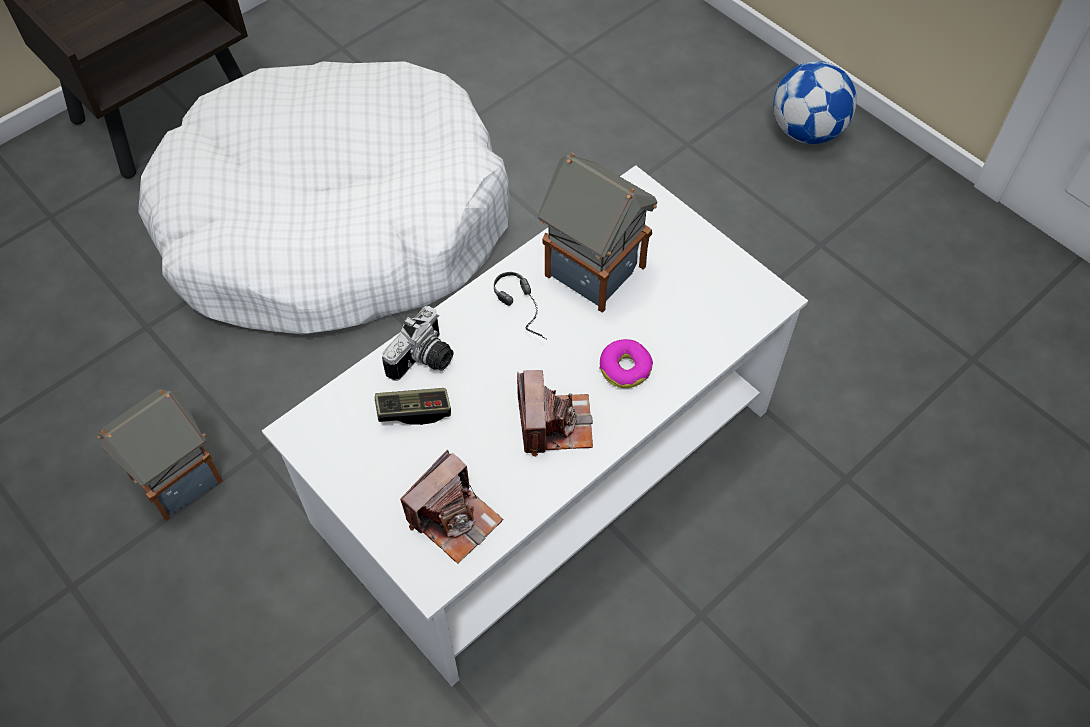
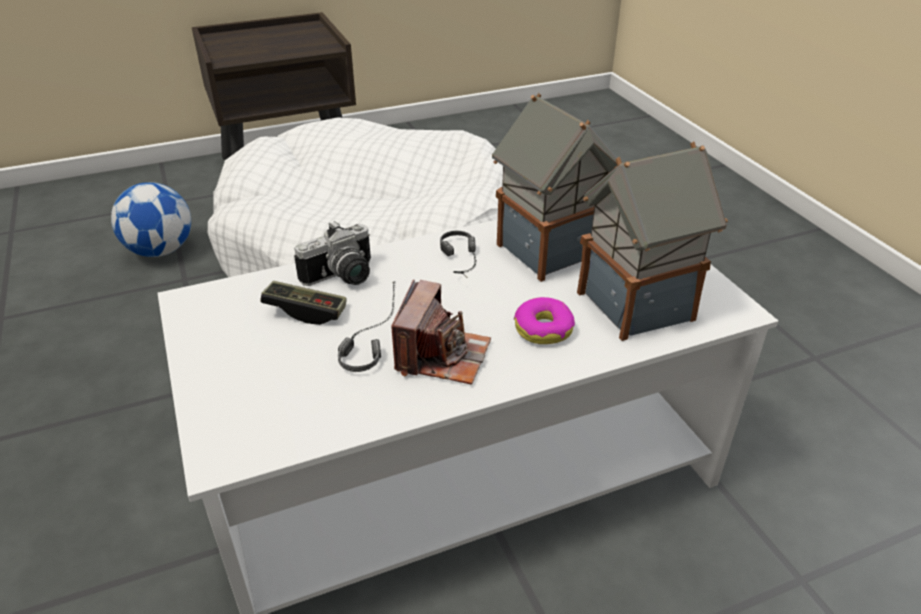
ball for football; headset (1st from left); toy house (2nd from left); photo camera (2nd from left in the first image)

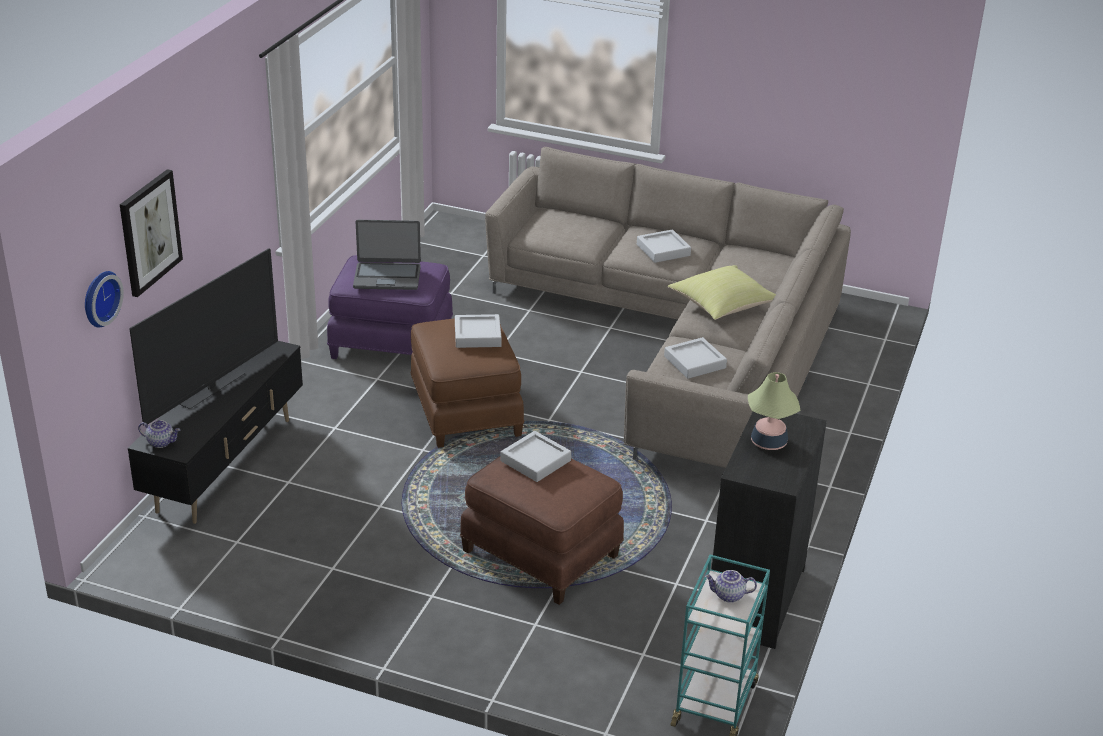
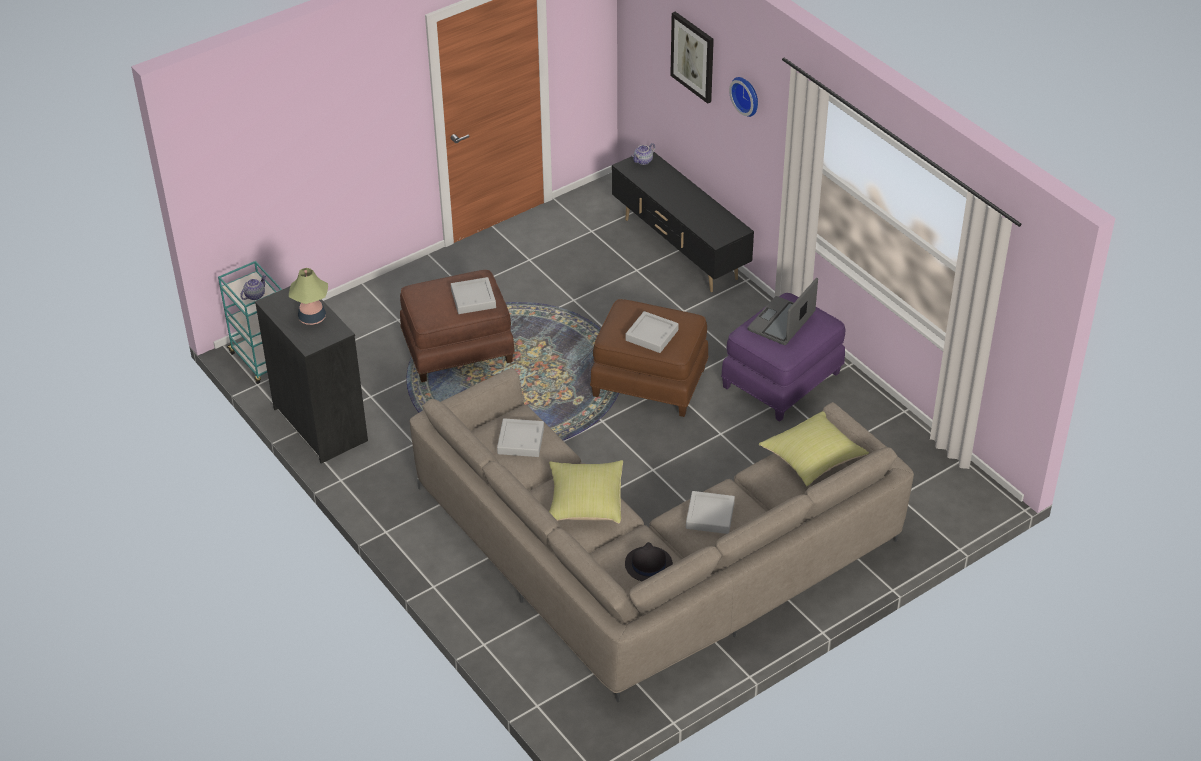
clothing hat (black); wall clock; cushion (yellow-coloured) (2nd from left); TV

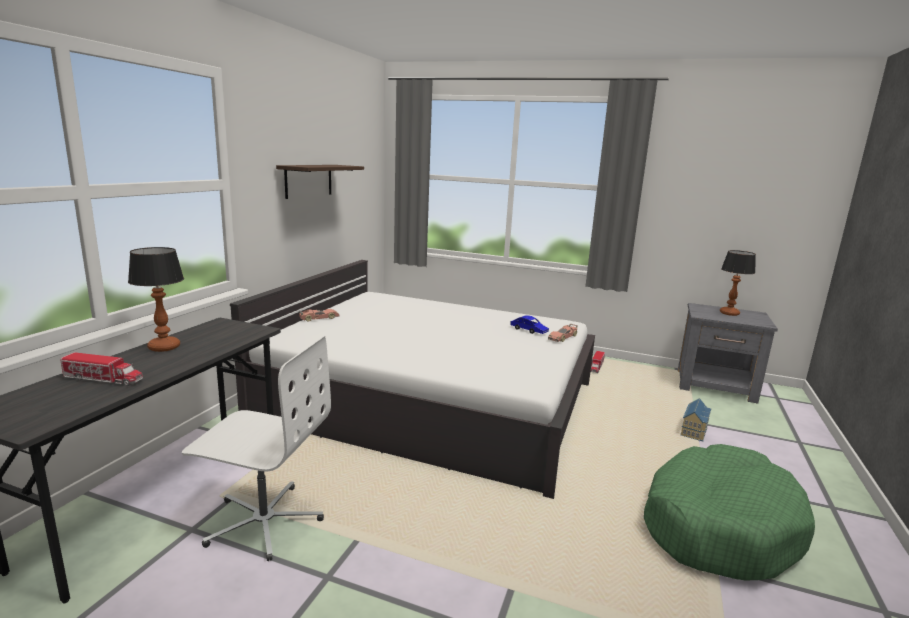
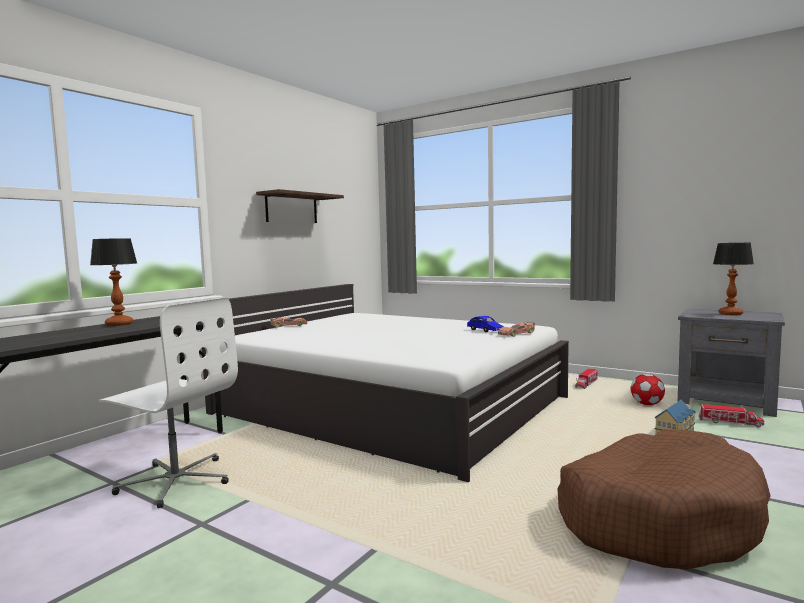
pet bed (brownish); ball for football; toy truck (2nd from left)

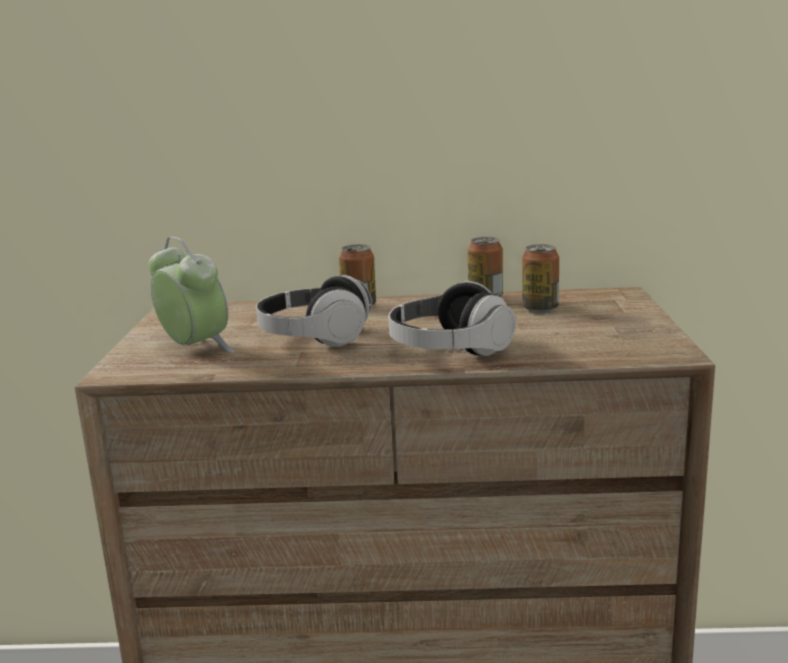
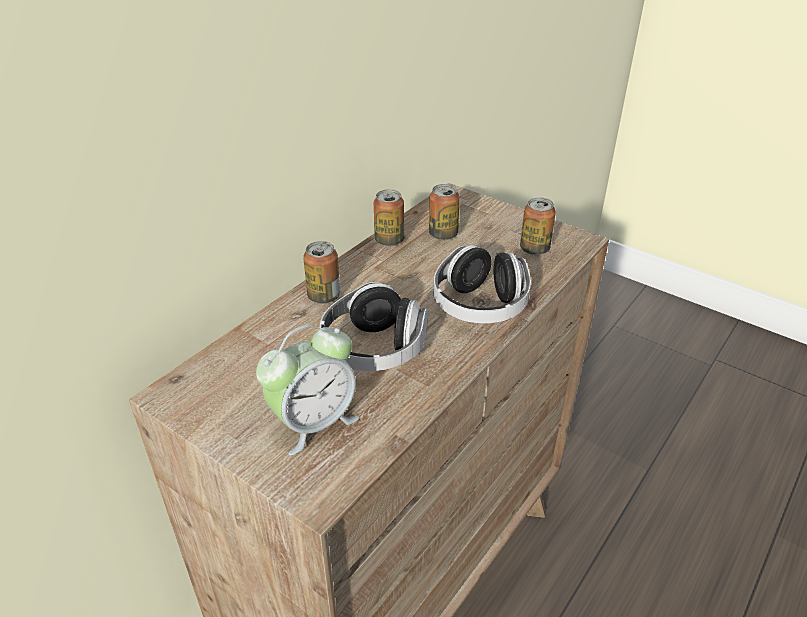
bedside clock; metal can (4th from left)

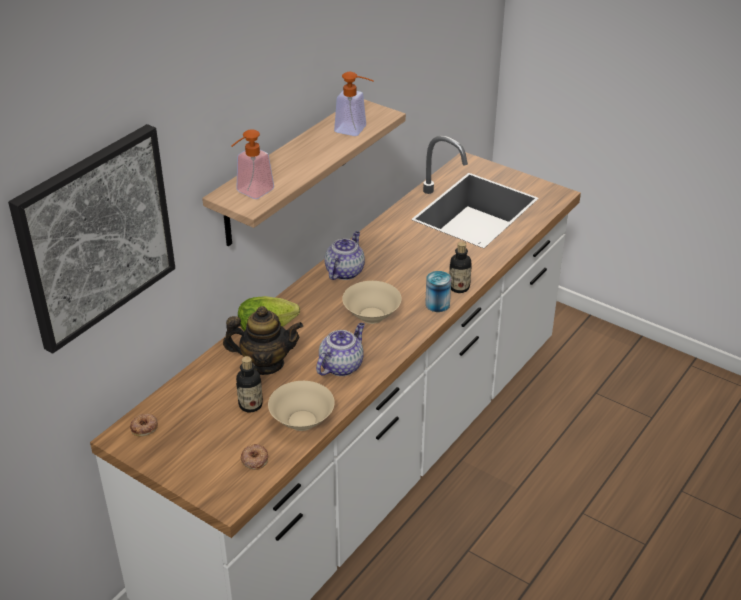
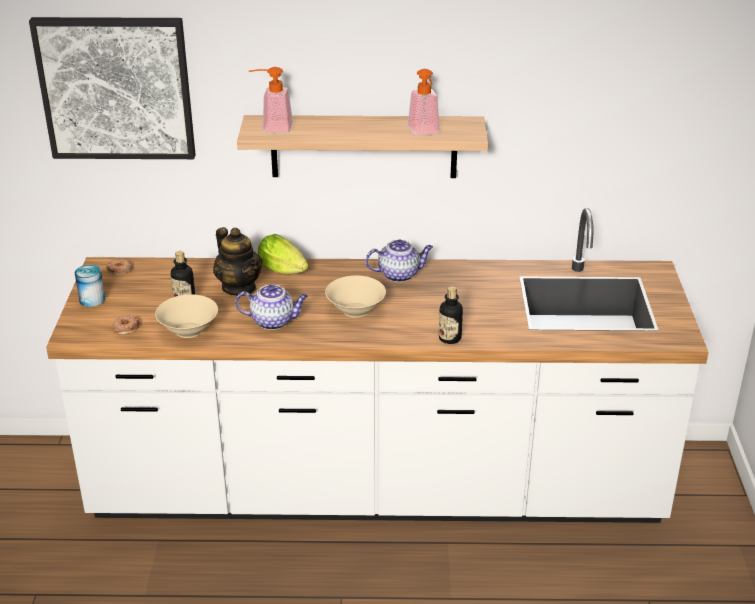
metal can

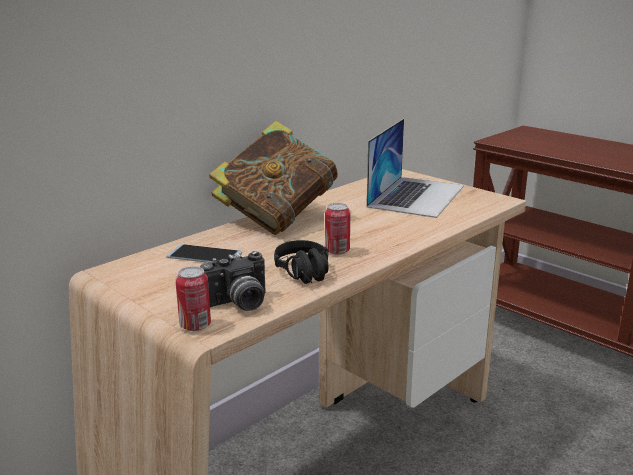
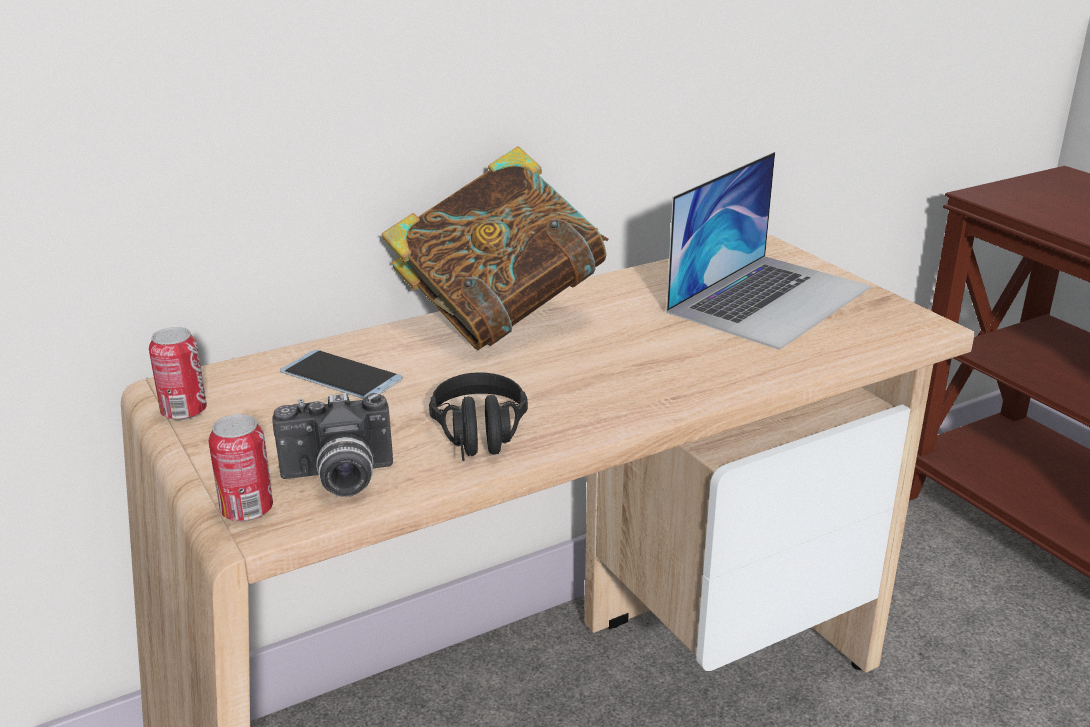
metal can (1st from left)

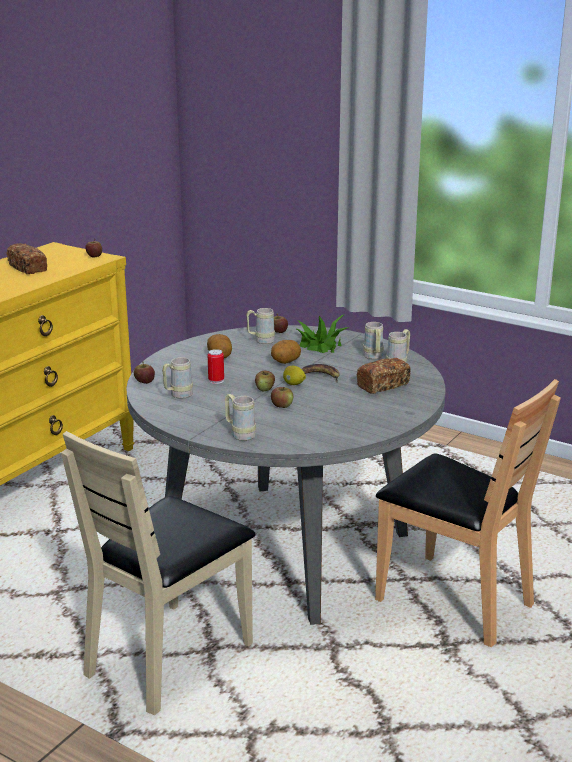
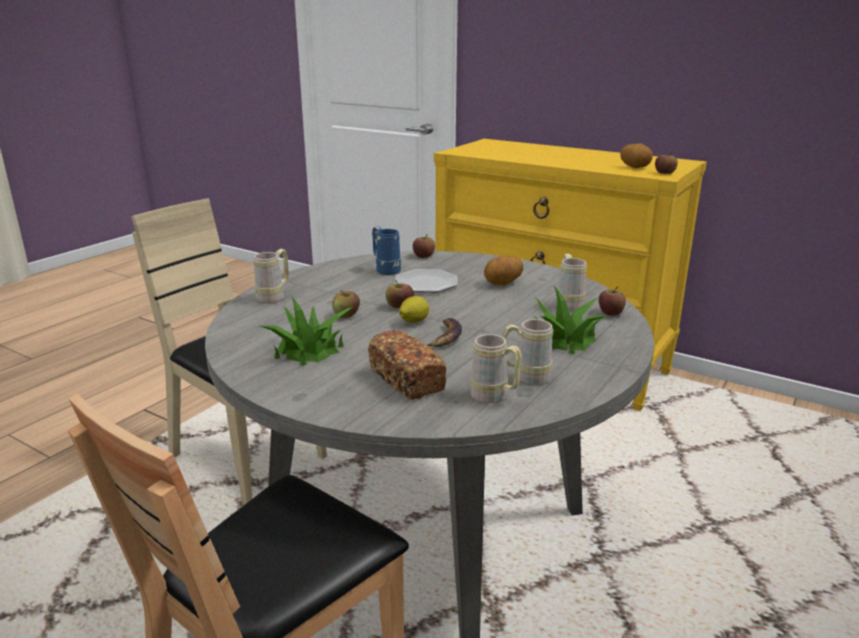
plant in a pot (1st from left); mug (bluish); dinner plate; potato (2nd from left); bakery bread (1st from left in the first image)

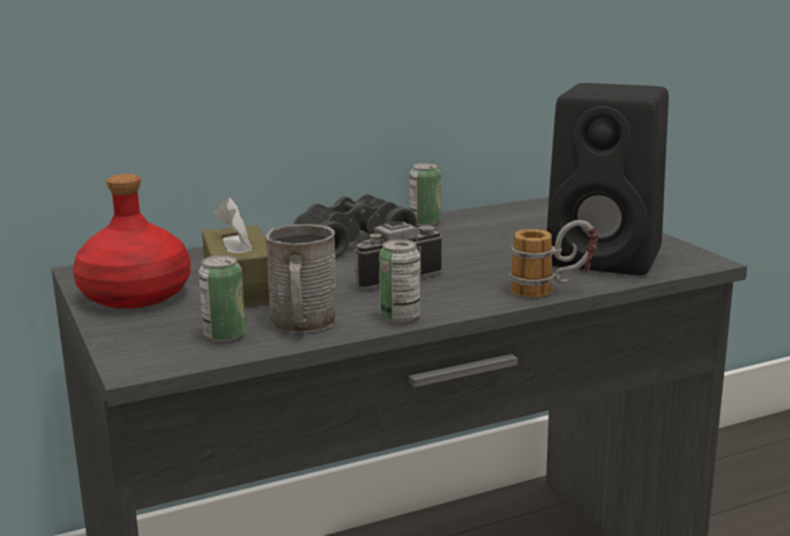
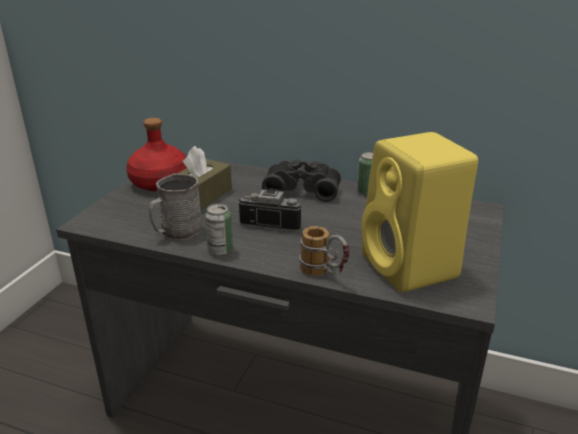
audio speaker (yellow-coloured); metal can (1st from left in the first image)

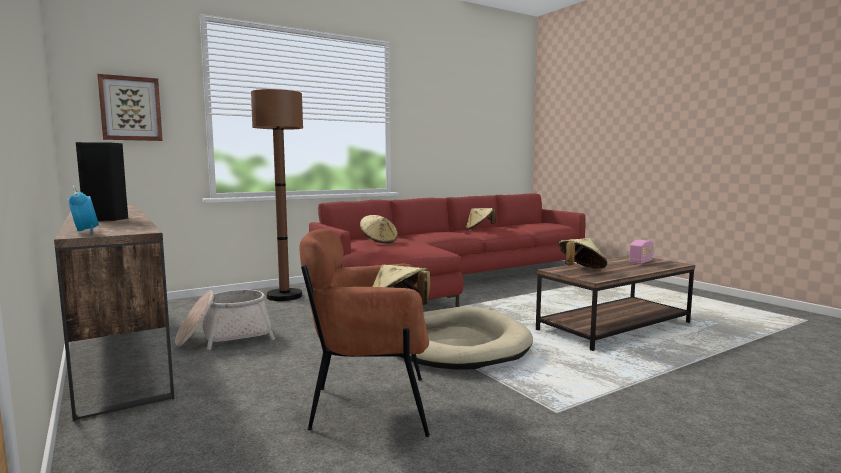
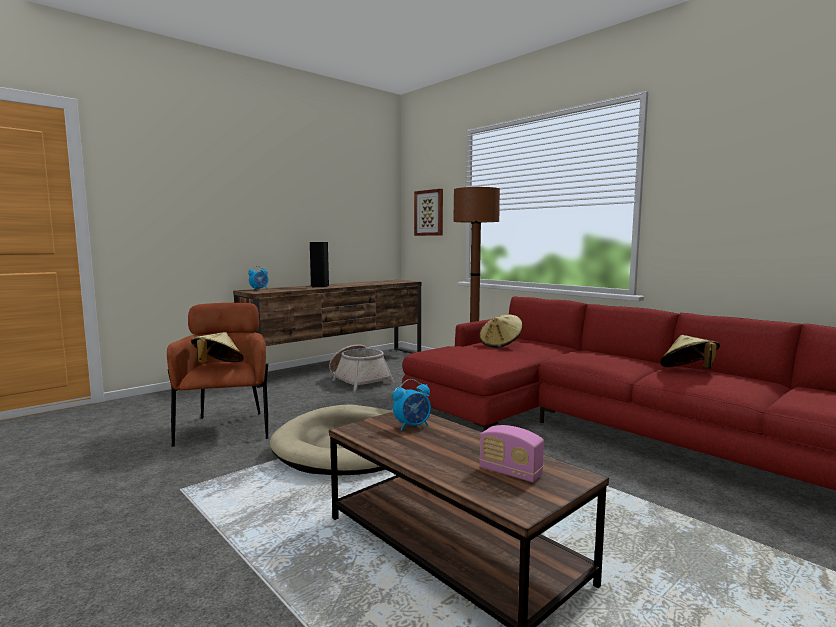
bedside clock (2nd from left)

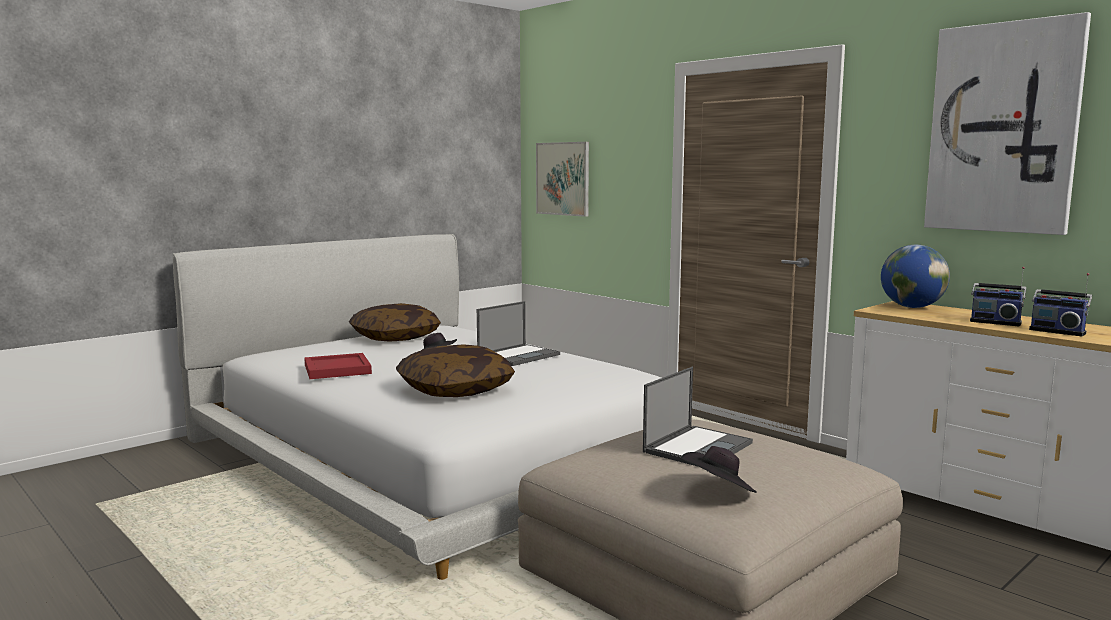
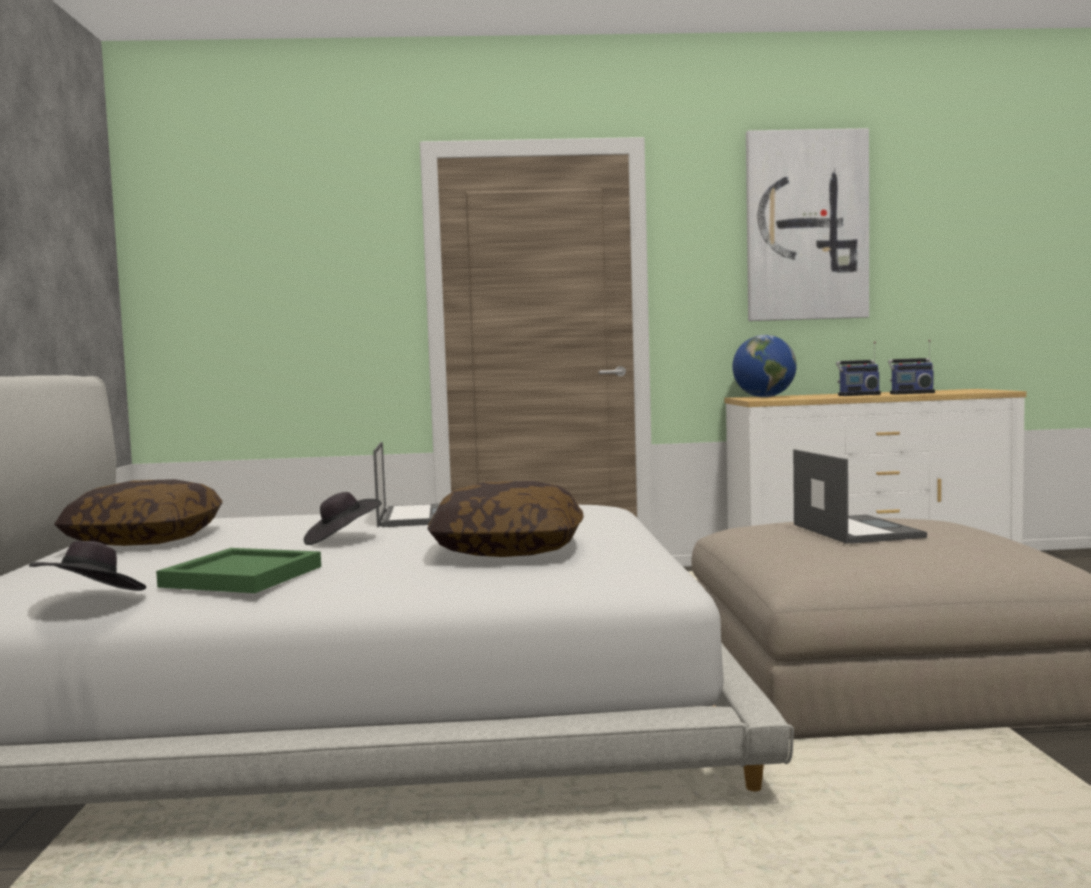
clothing hat (black) (1st from left); carrying tray (green); wall art (1st from left in the first image)

